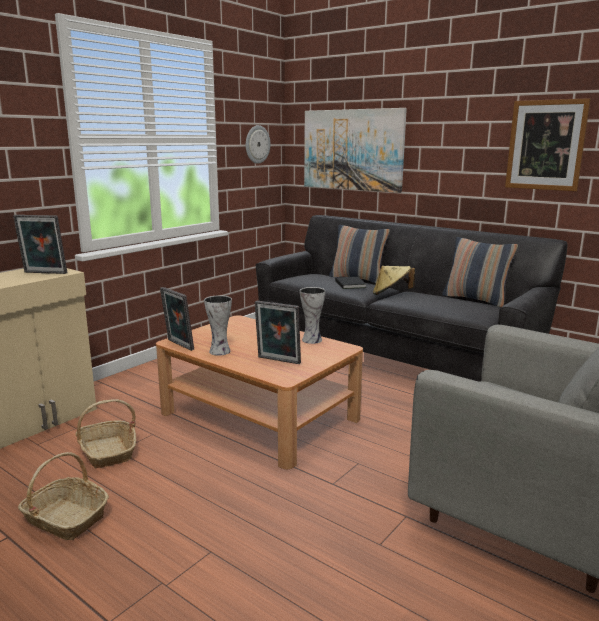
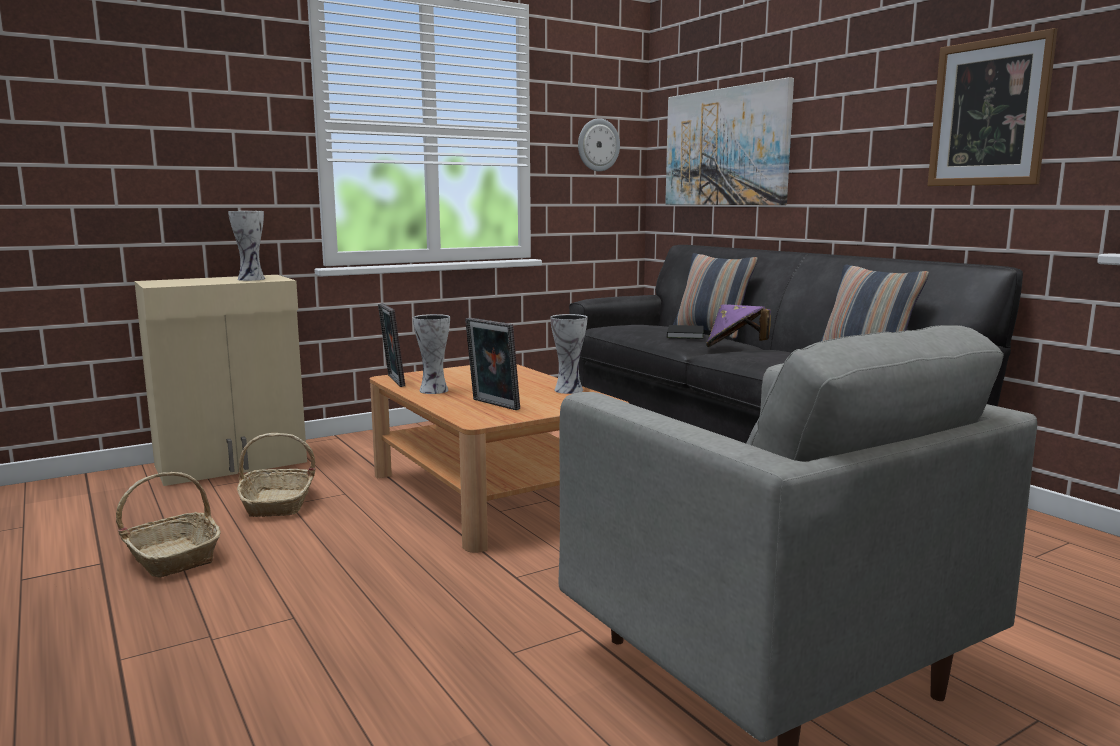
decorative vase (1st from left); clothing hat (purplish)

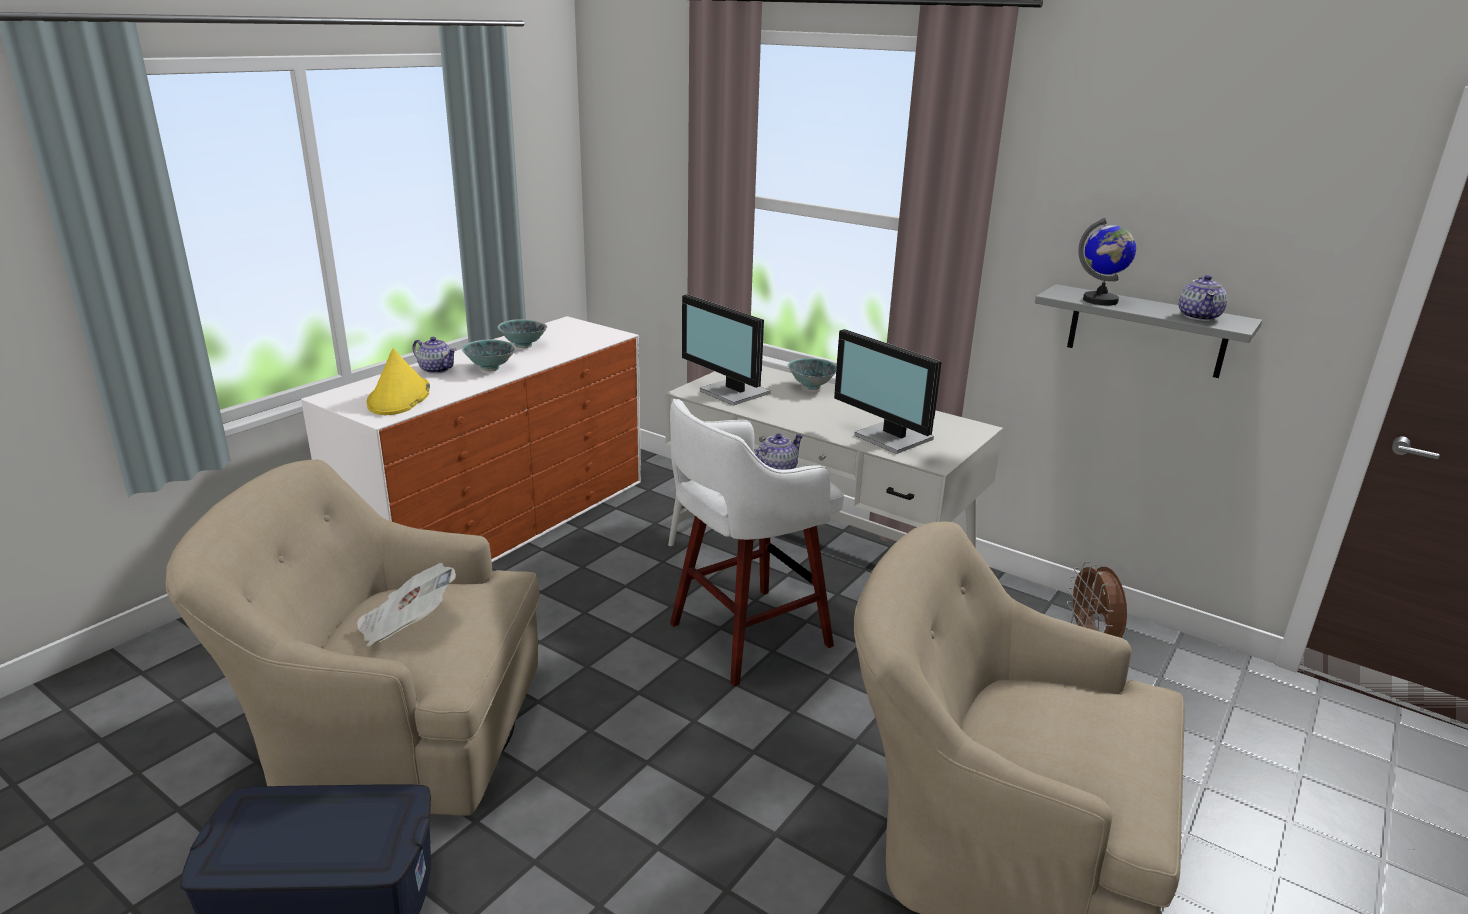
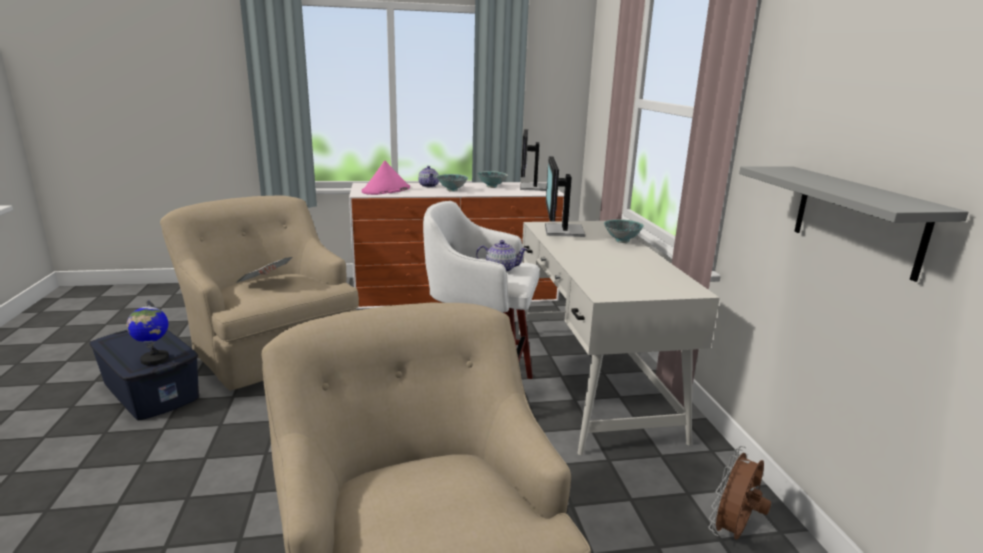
desk globe; clothing hat (pinkish); monitor (1st from left); tea pot (3rd from left in the first image)

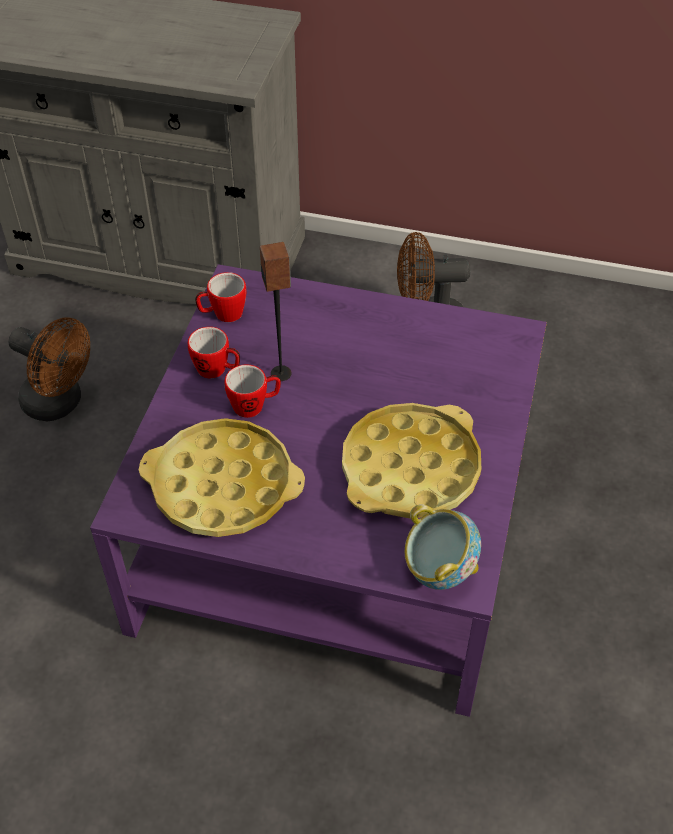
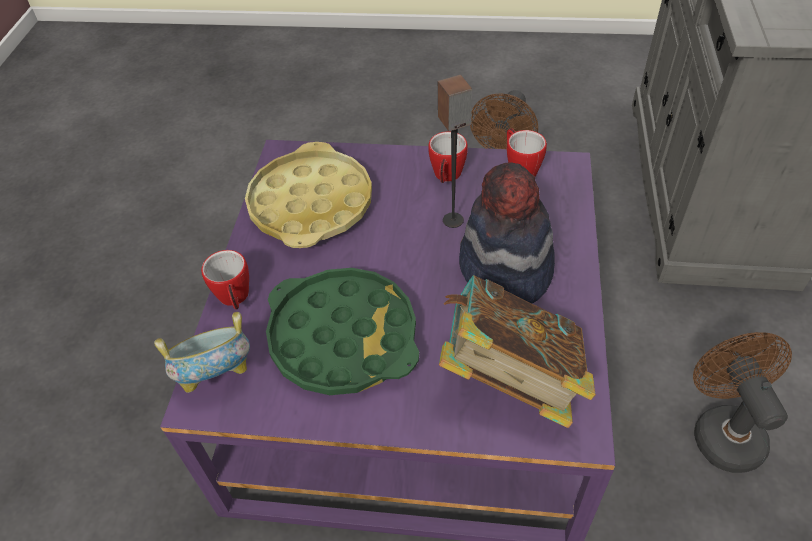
mug (1st from left); carrying tray (green); book; clothing hat

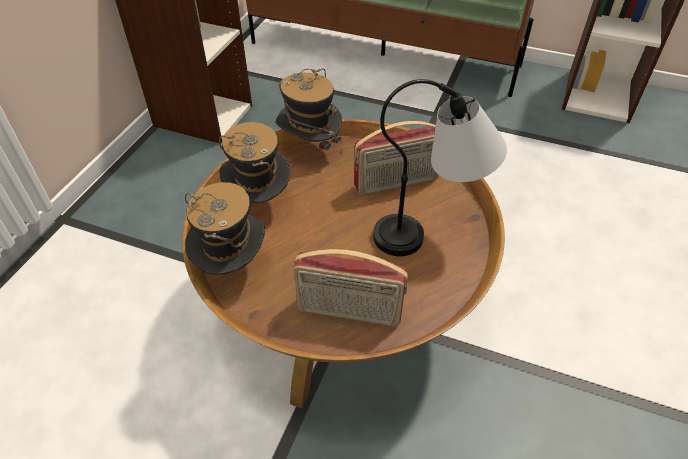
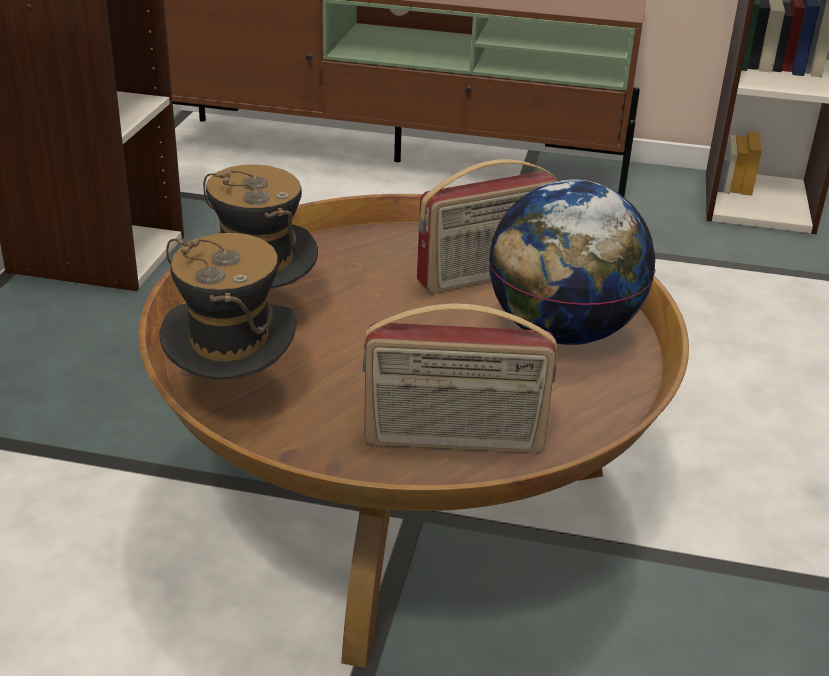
desk globe; clothing hat (3rd from left in the first image)

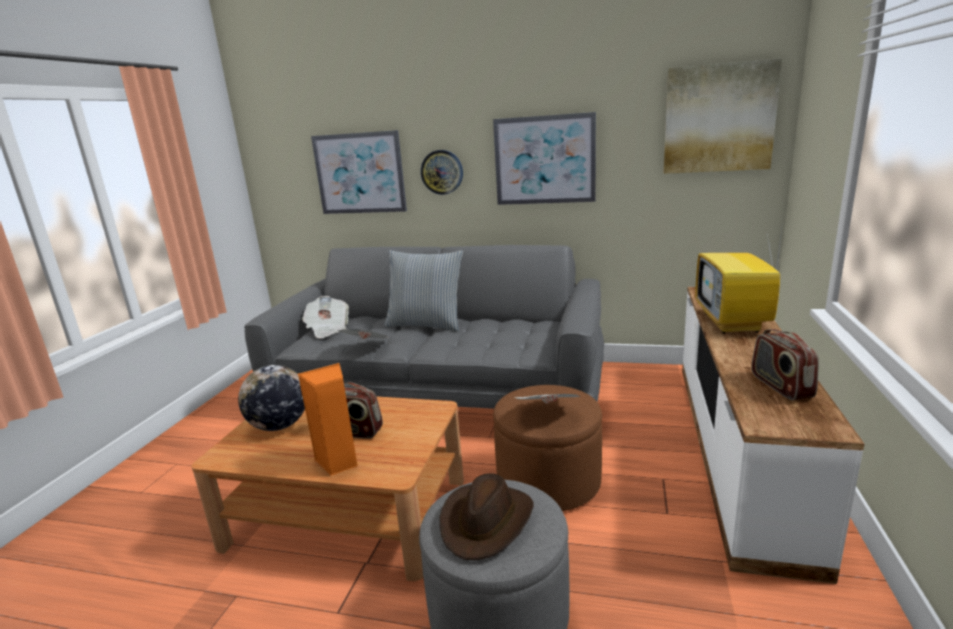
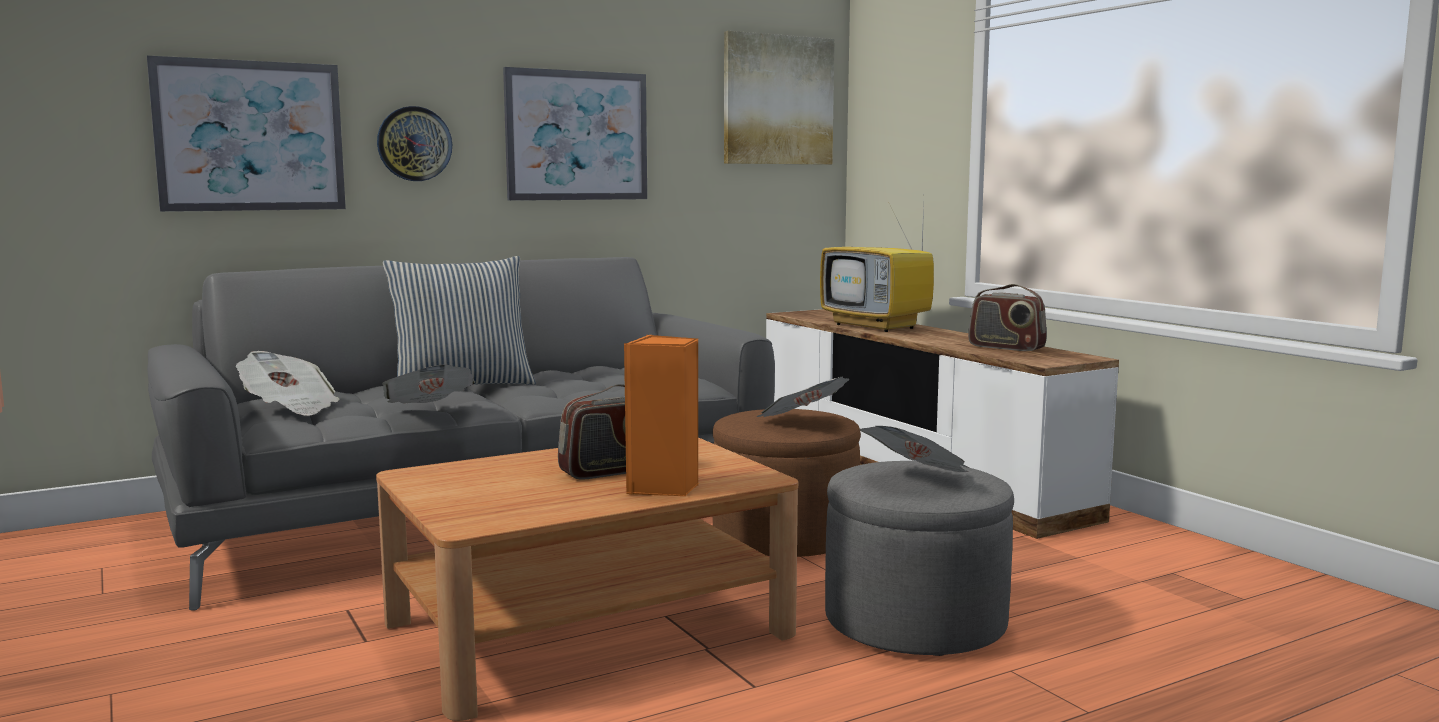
daily paper (4th from left); desk globe

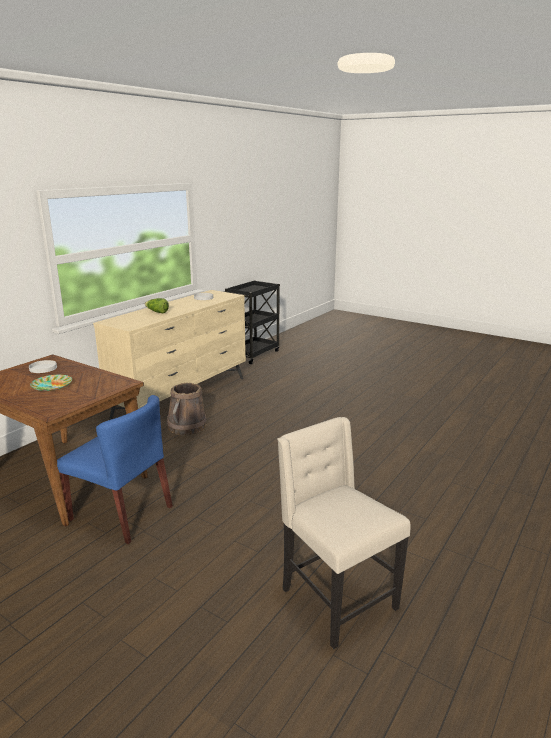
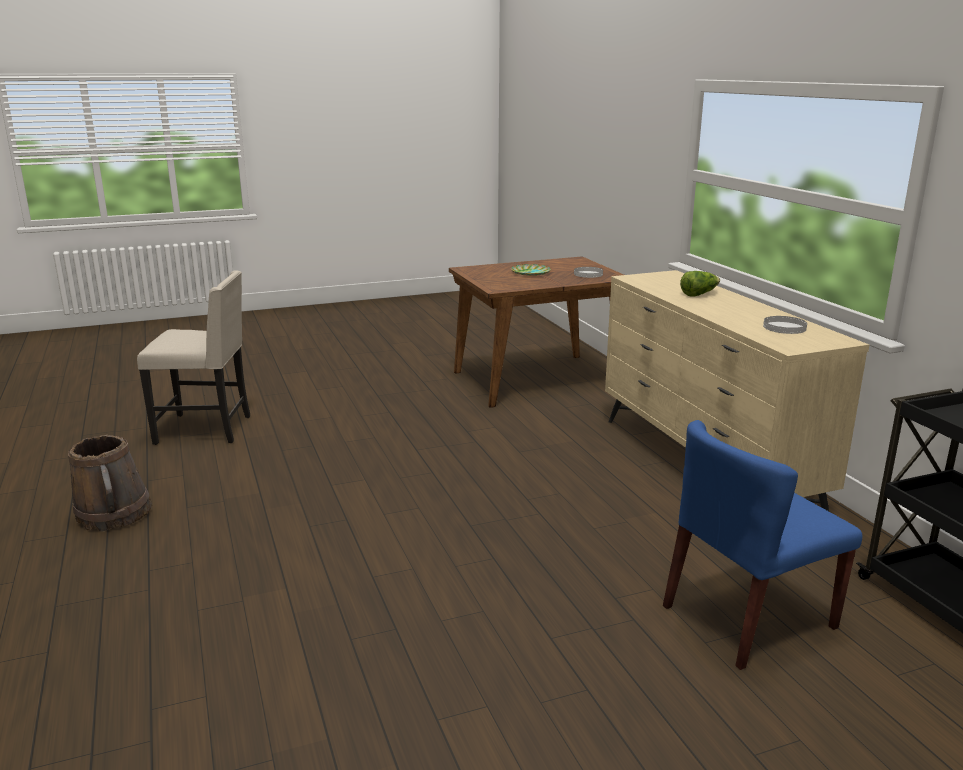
pail (brownish); upright chair (bluish)

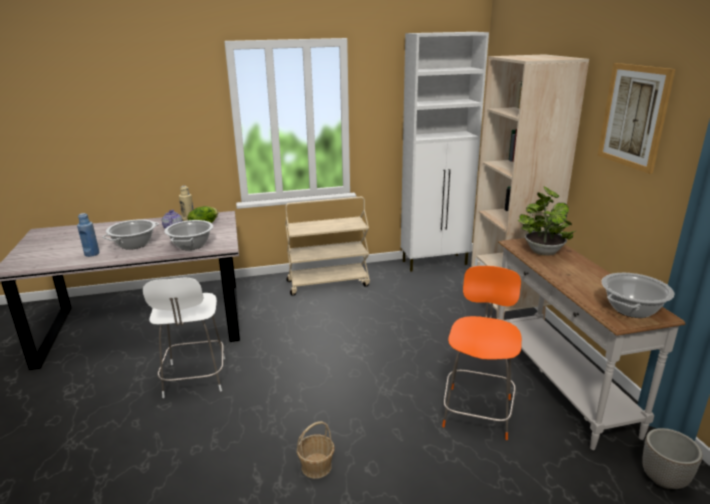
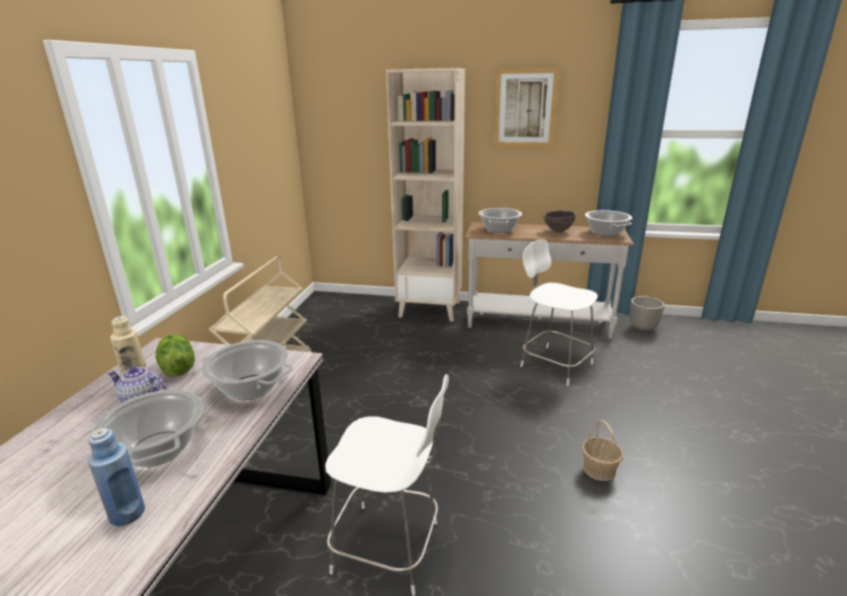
cooking pot (3rd from left); upright chair (white) (2nd from left); bowl (brownish); cabinet (white)

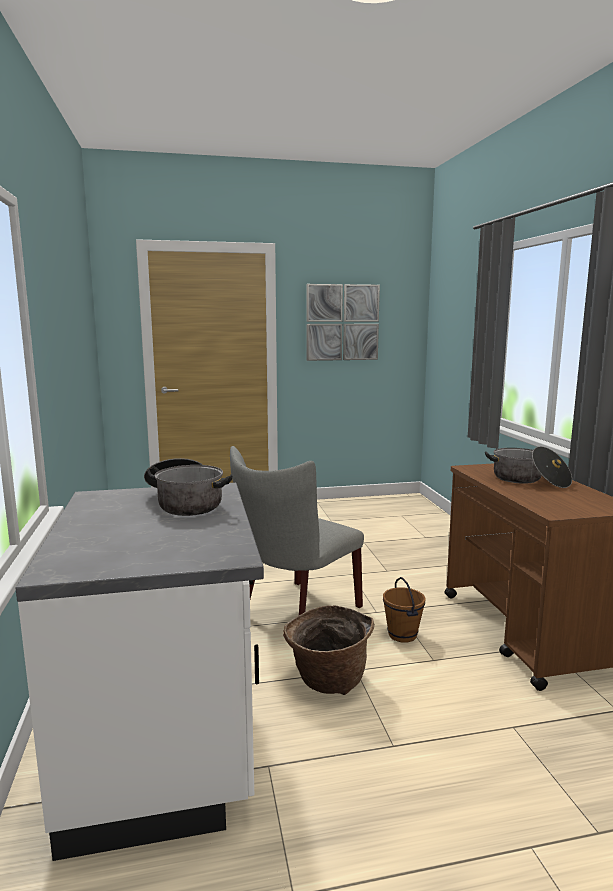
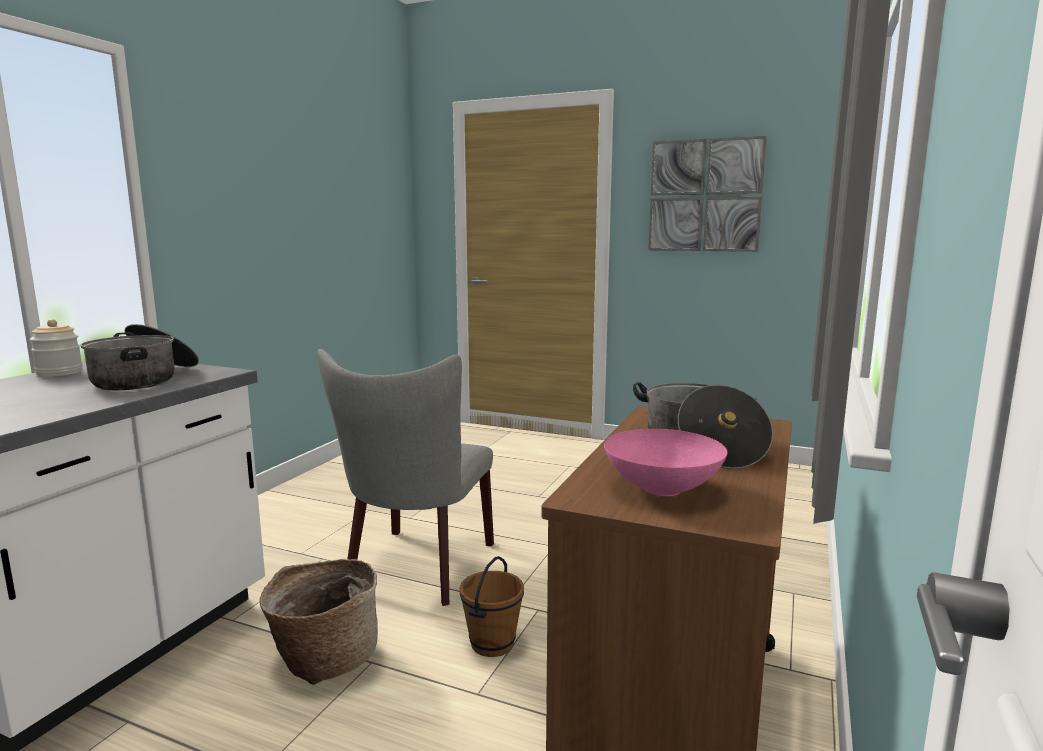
storage jar; upright chair (grey); bowl (pinkish)

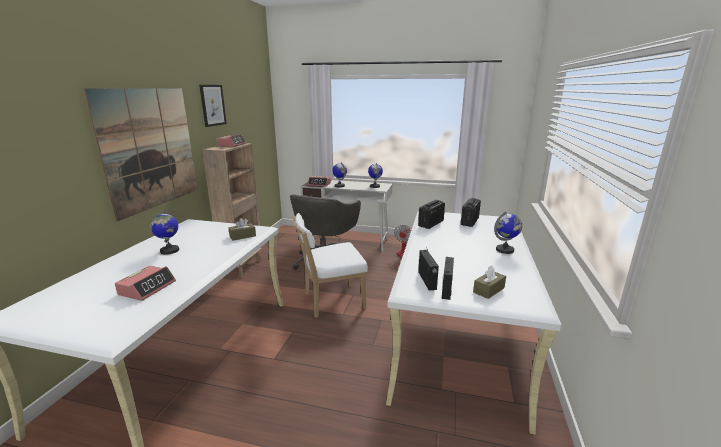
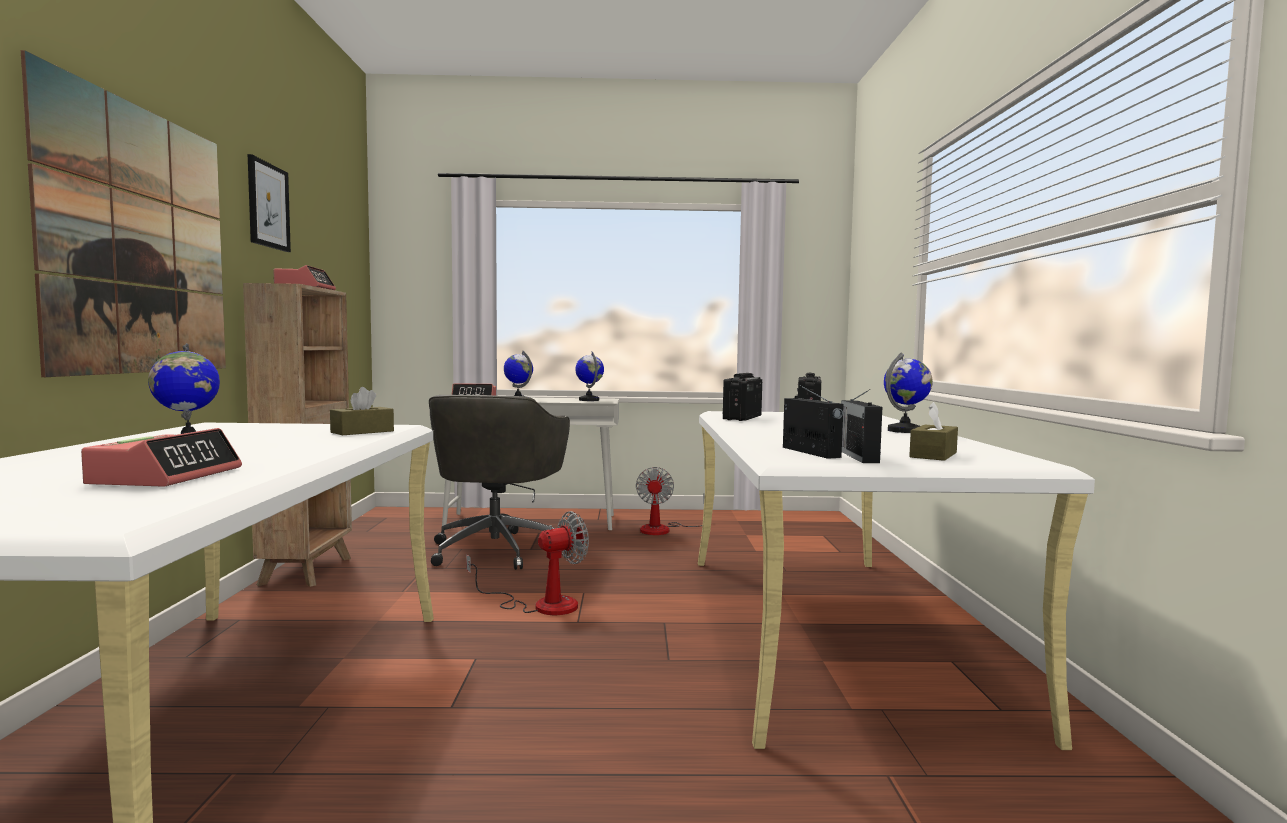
fan (1st from left)

